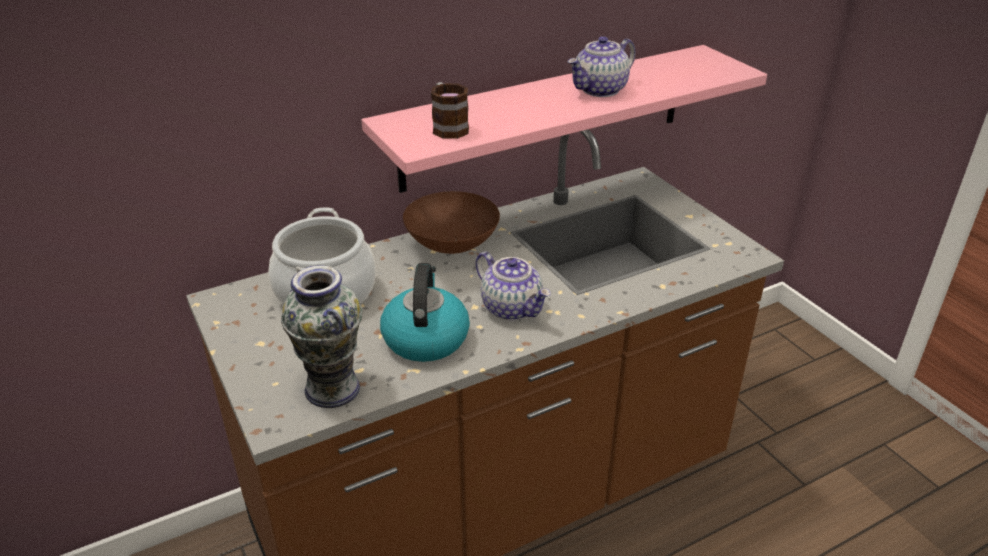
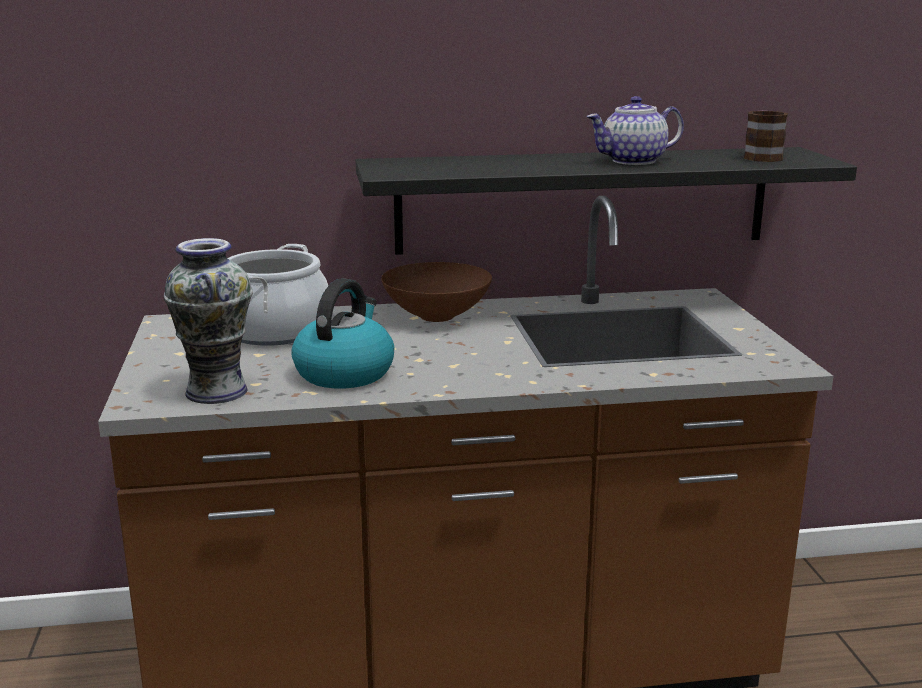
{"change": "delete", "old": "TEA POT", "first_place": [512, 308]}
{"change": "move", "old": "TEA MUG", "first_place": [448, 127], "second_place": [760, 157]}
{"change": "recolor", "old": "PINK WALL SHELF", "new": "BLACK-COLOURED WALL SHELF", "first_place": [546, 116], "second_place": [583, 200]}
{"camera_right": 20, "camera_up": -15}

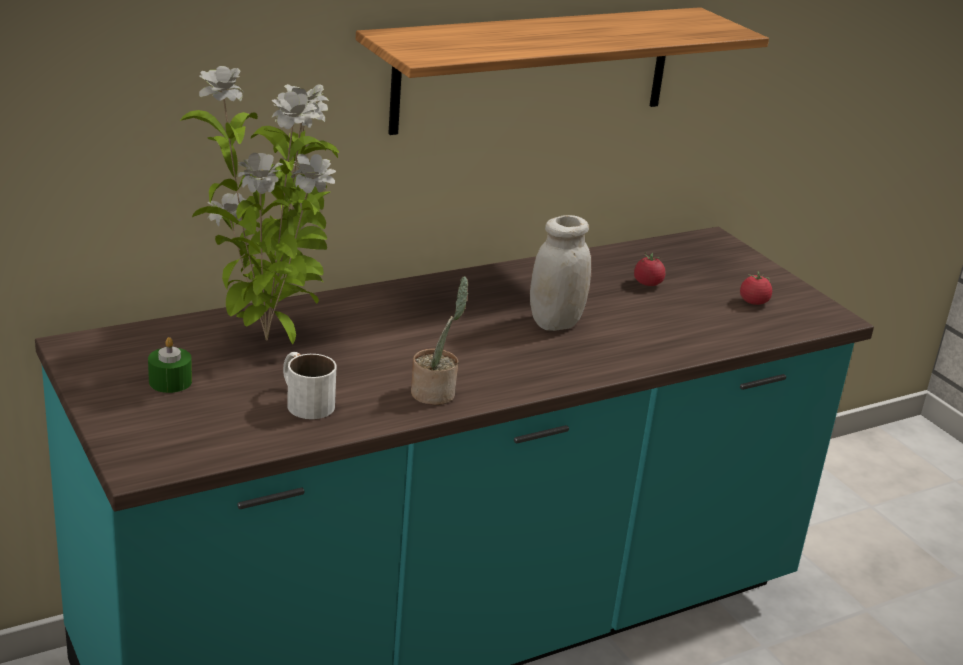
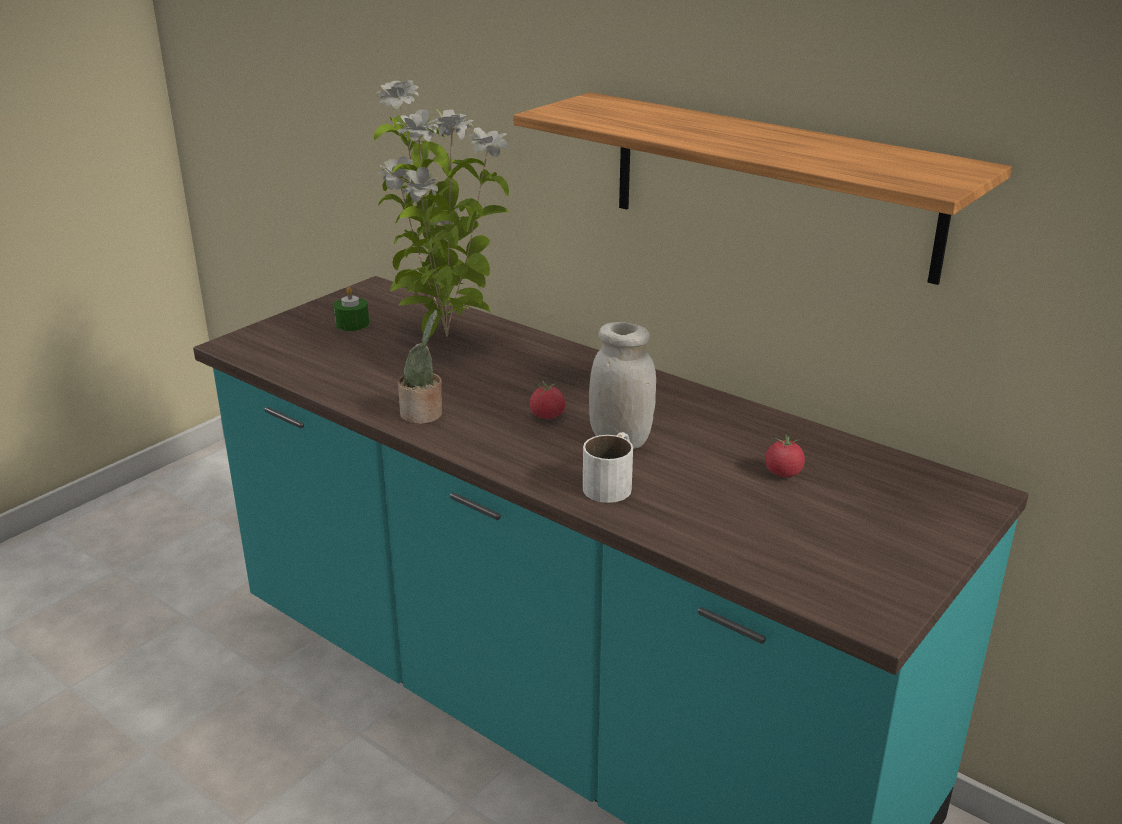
{"change": "move", "old": "WHITISH TEA MUG", "first_place": [304, 400], "second_place": [612, 483]}
{"change": "move", "old": "WHOLE TOMATO", "first_place": [753, 302], "second_place": [547, 416]}
{"camera_right": 70, "camera_up": 0}

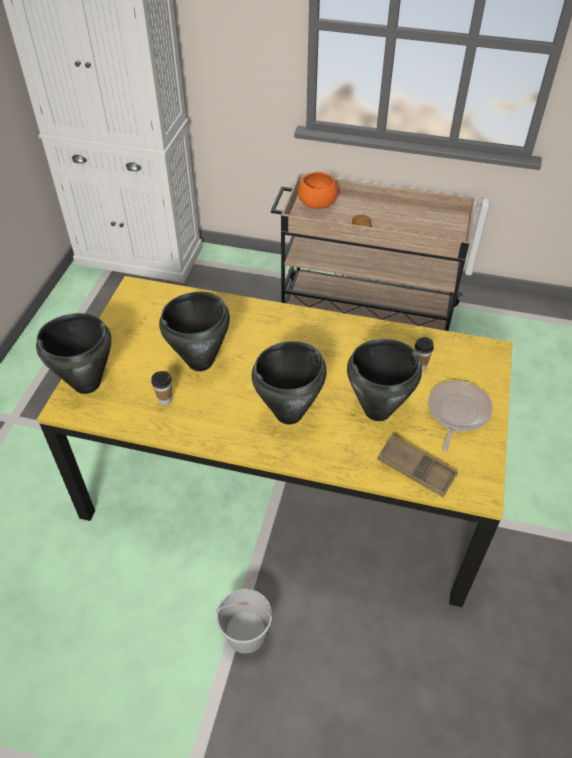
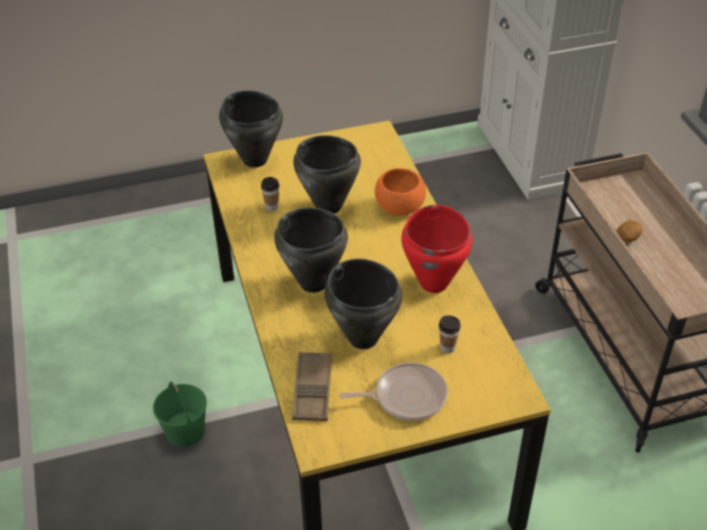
{"change": "insert", "new": "REDDISH STOCKPOT", "second_place": [434, 283]}
{"change": "move", "old": "ORANGEY SERVING BOWL", "first_place": [317, 204], "second_place": [399, 207]}
{"change": "recolor", "old": "WHITISH BUCKET", "new": "GREEN-COLOURED BUCKET", "first_place": [246, 633], "second_place": [186, 431]}
{"camera_right": 60, "camera_up": -5}

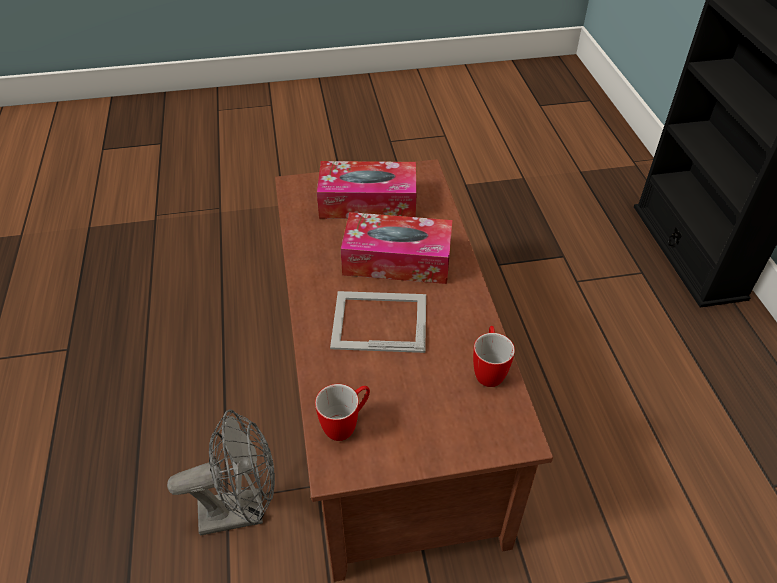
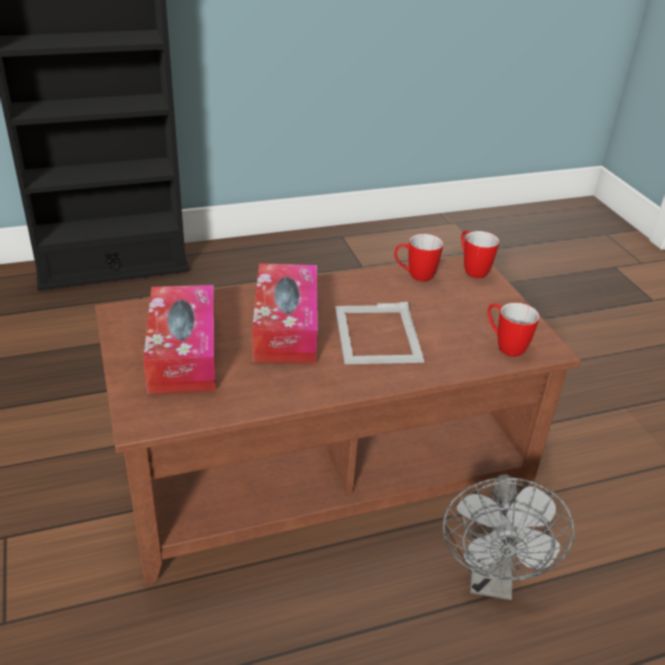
{"change": "insert", "new": "TEA MUG", "second_place": [472, 269]}
{"change": "rotate", "old": "GREY FAN", "first_place": [242, 510], "second_place": [491, 579], "degrees": -150}
{"camera_right": -100, "camera_up": -10}

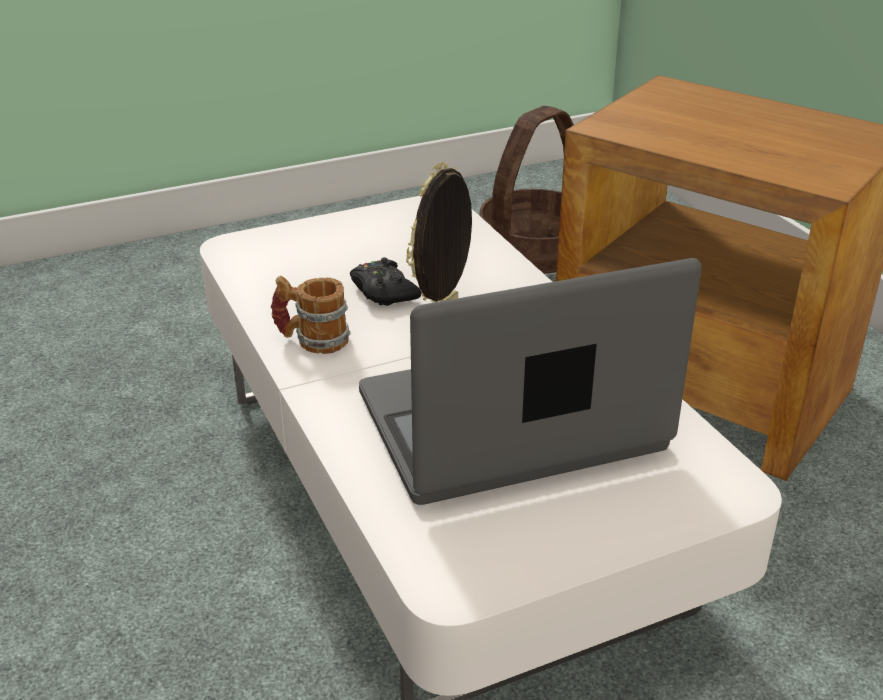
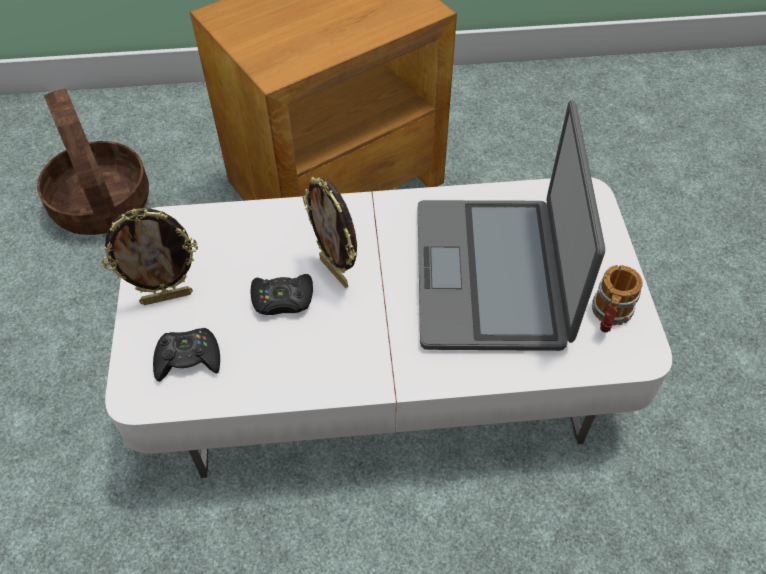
{"change": "insert", "new": "PHOTO FRAME", "second_place": [167, 297]}
{"change": "insert", "new": "BLACK-COLOURED JOYPAD", "second_place": [188, 359]}
{"change": "move", "old": "TEA MUG", "first_place": [312, 340], "second_place": [609, 316]}
{"camera_right": -70, "camera_up": 20}

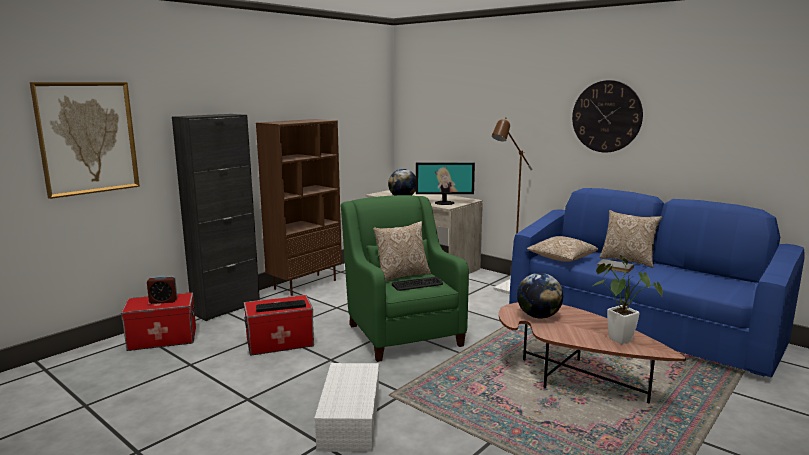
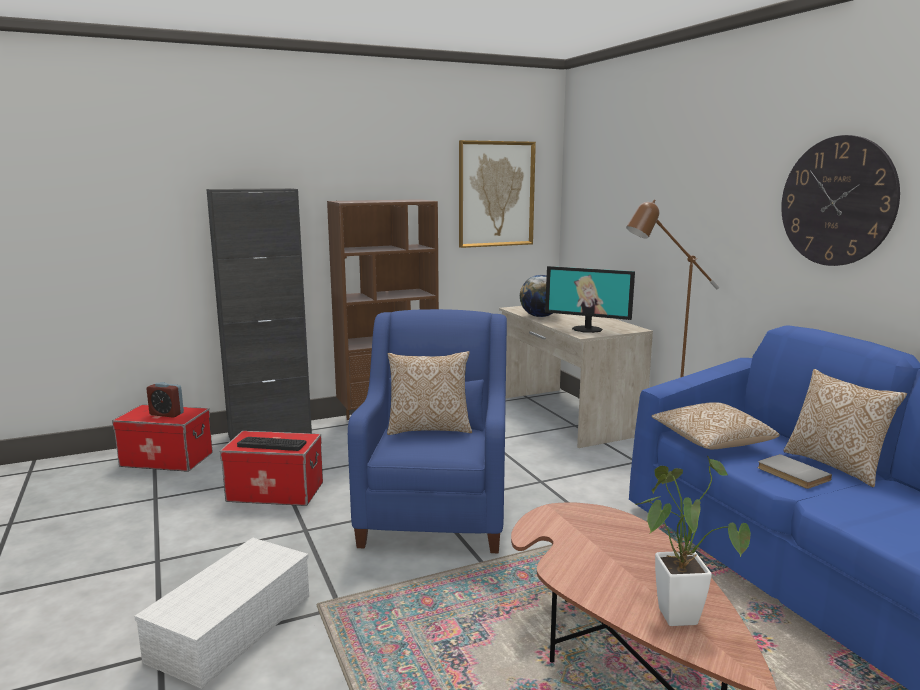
{"change": "delete", "old": "COMPUTER KEYBOARD", "first_place": [417, 284]}
{"change": "delete", "old": "DESK GLOBE", "first_place": [538, 316]}
{"change": "move", "old": "PICTURE", "first_place": [87, 138], "second_place": [496, 194]}
{"change": "recolor", "old": "GREEN-COLOURED ARMCHAIR", "new": "BLUE-COLOURED ARMCHAIR", "first_place": [402, 332], "second_place": [436, 510]}
{"camera_right": 25, "camera_up": 0}

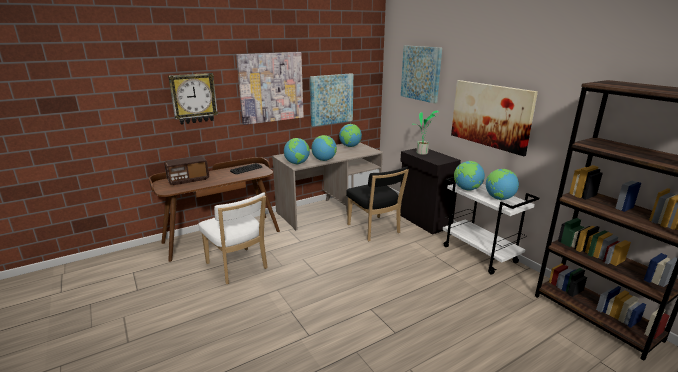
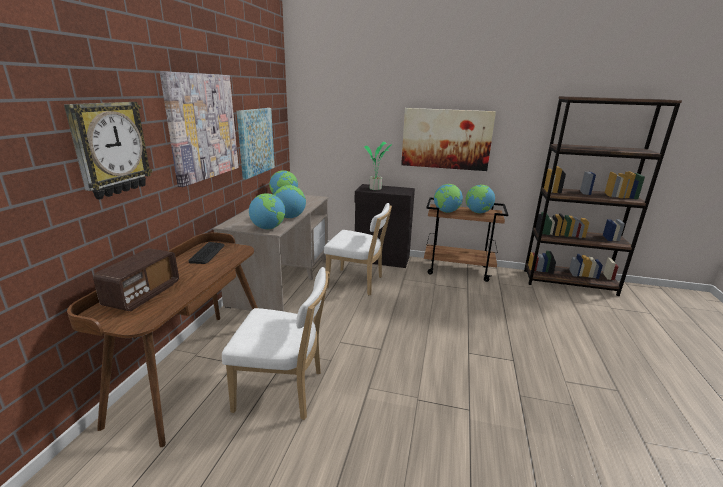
{"change": "delete", "old": "PICTURE", "first_place": [421, 73]}
{"change": "recolor", "old": "BLACK-COLOURED UPRIGHT CHAIR", "new": "WHITISH UPRIGHT CHAIR", "first_place": [374, 230], "second_place": [357, 283]}
{"change": "recolor", "old": "WHITISH TROLLEY", "new": "BROWN TROLLEY", "first_place": [480, 254], "second_place": [458, 270]}
{"camera_right": -45, "camera_up": 0}

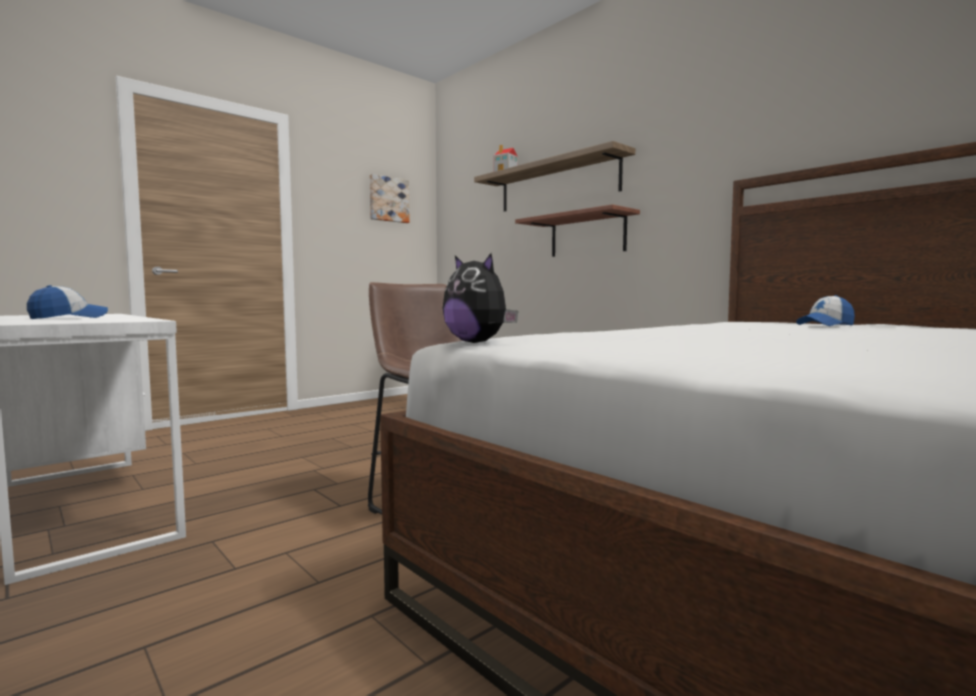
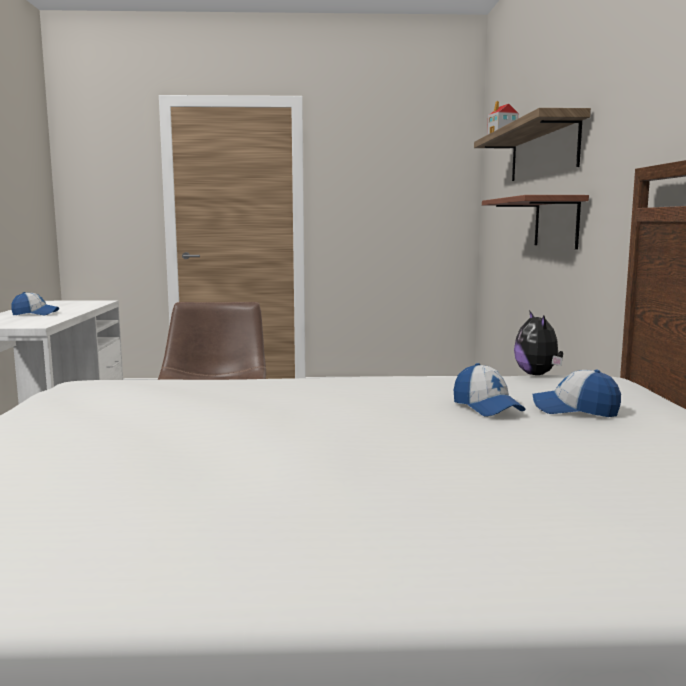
{"change": "delete", "old": "PICTURE", "first_place": [388, 199]}
{"change": "insert", "new": "PEAKED CAP", "second_place": [487, 407]}
{"change": "move", "old": "PLUSH TOY", "first_place": [477, 342], "second_place": [538, 374]}
{"camera_right": 40, "camera_up": 5}

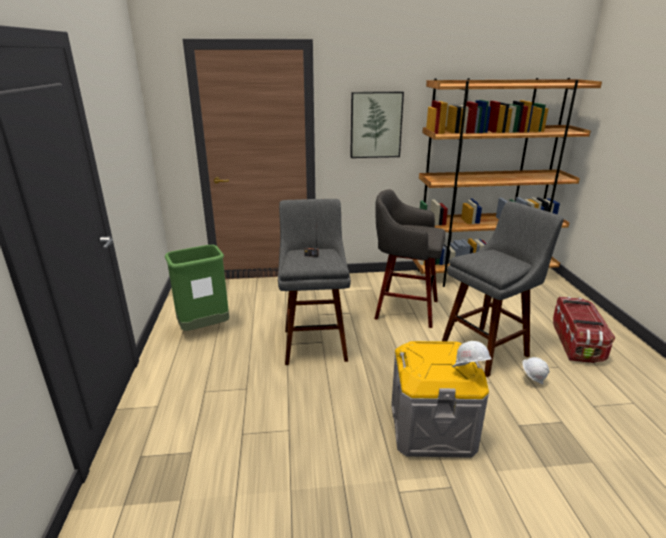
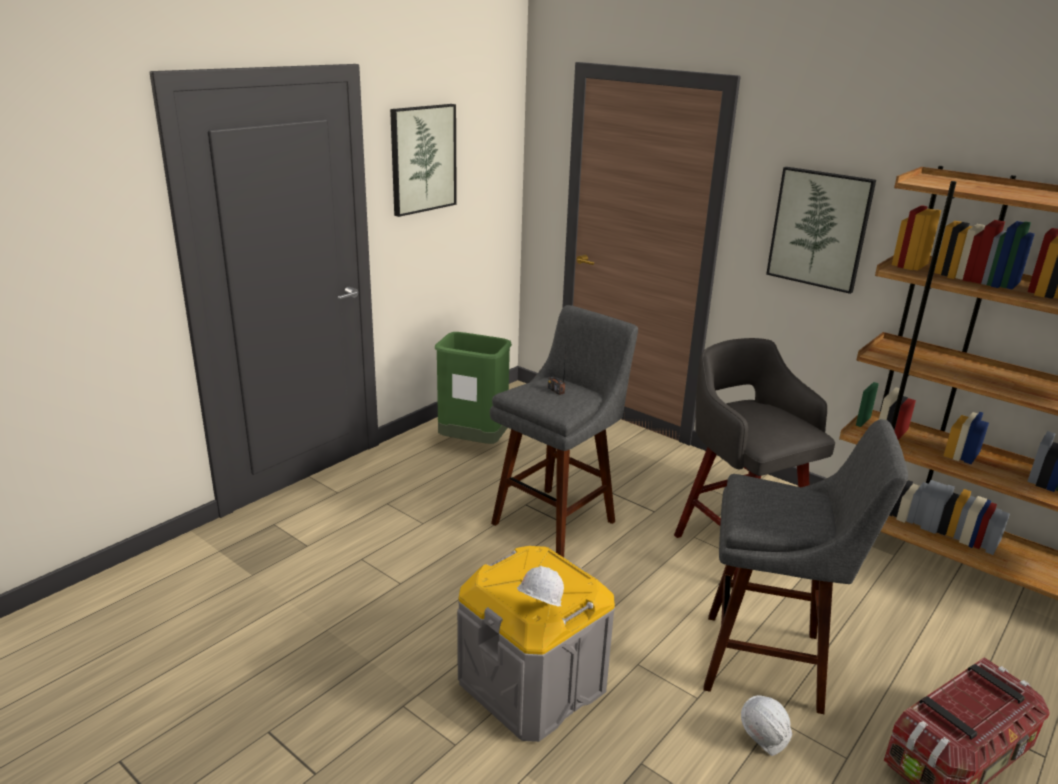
{"change": "insert", "new": "PICTURE", "second_place": [422, 159]}
{"camera_right": 45, "camera_up": 0}

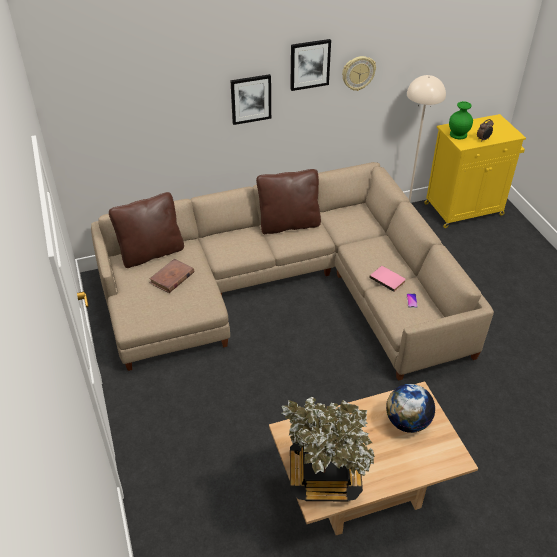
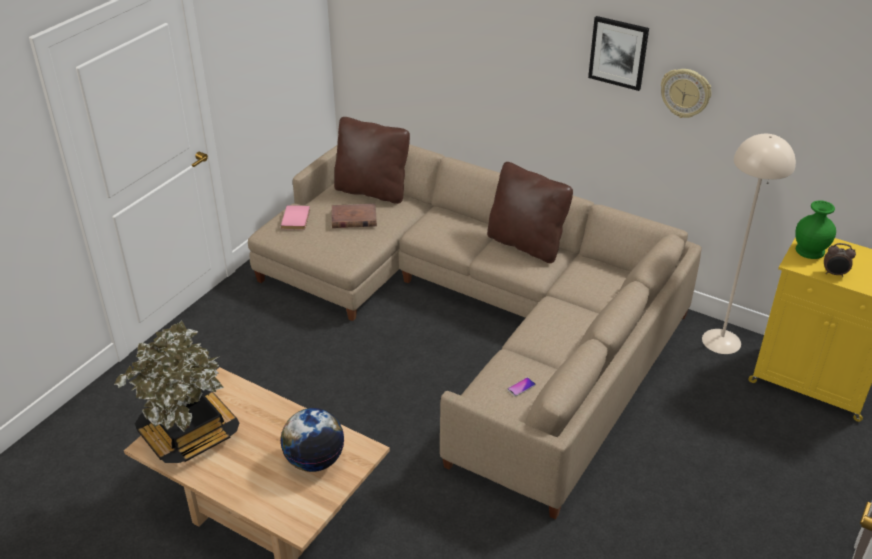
{"change": "delete", "old": "PICTURE", "first_place": [251, 99]}
{"change": "move", "old": "PINK BOOK", "first_place": [388, 279], "second_place": [297, 219]}
{"camera_right": 50, "camera_up": -5}

